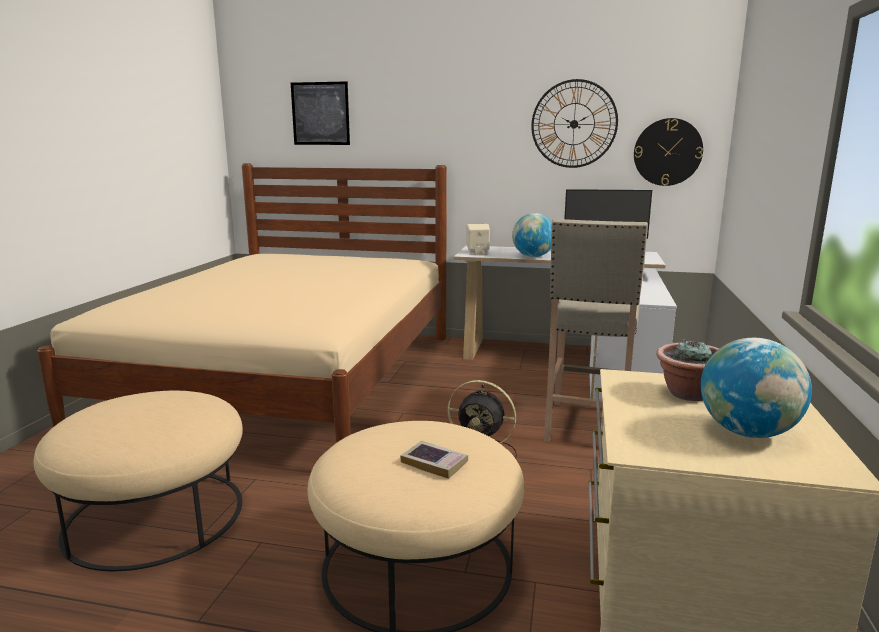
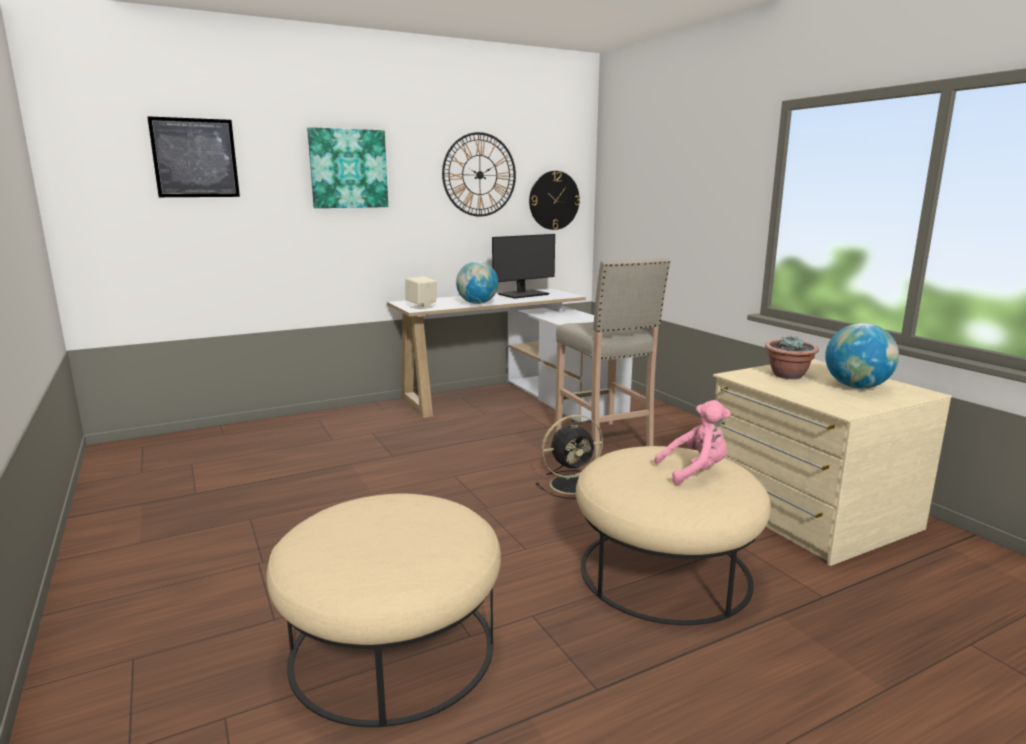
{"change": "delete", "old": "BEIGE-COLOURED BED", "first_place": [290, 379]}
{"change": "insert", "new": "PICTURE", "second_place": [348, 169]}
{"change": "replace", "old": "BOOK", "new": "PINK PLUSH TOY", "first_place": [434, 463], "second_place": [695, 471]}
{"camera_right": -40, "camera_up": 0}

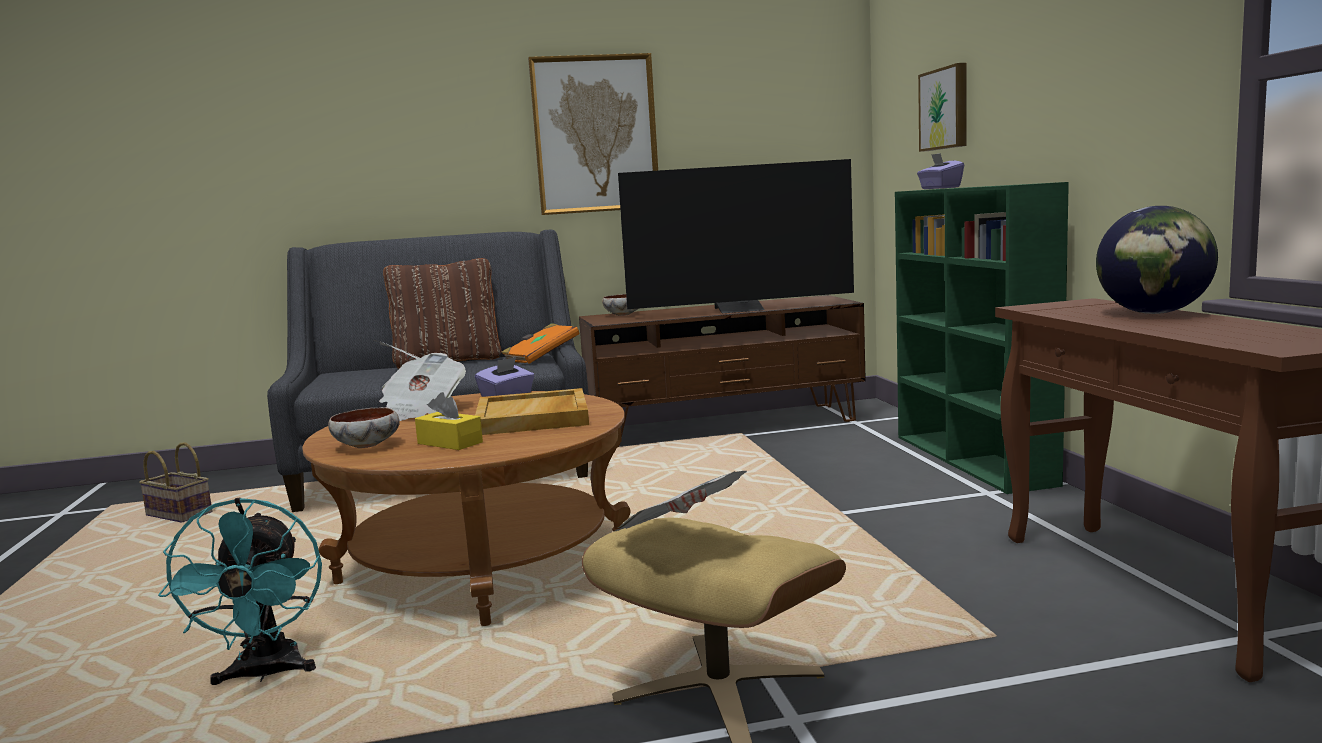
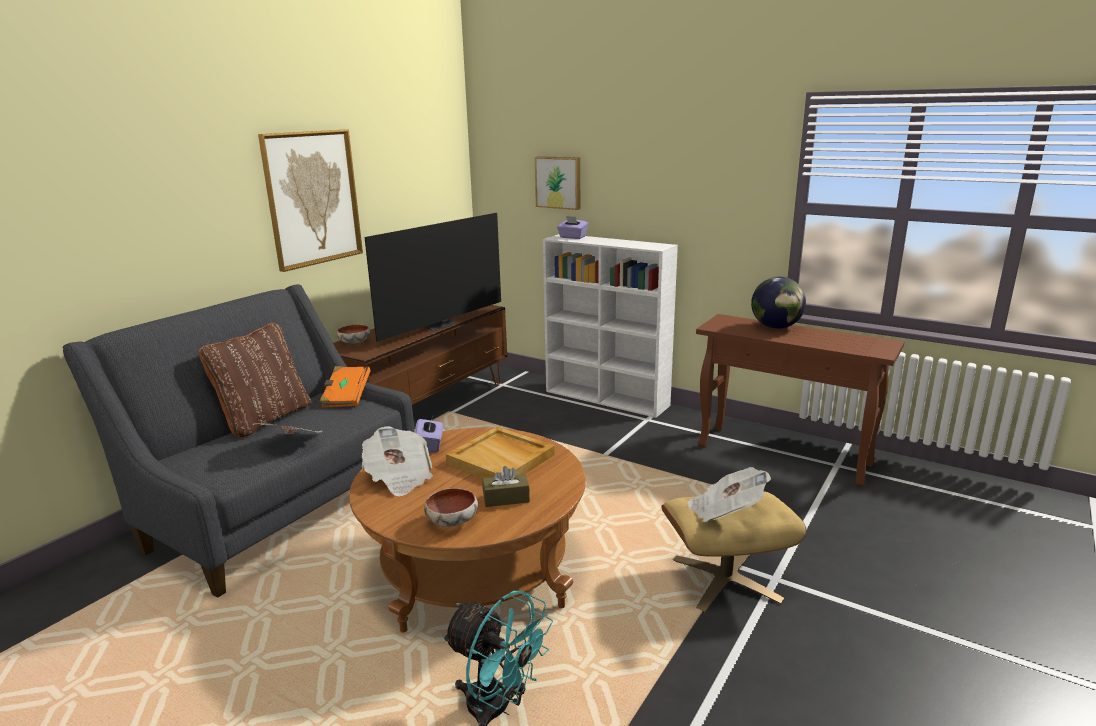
{"change": "delete", "old": "HOUSEHOLD BASKET", "first_place": [177, 515]}
{"change": "recolor", "old": "YELLOW-COLOURED TISSUE HOLDER", "new": "BROWN TISSUE HOLDER", "first_place": [450, 443], "second_place": [506, 498]}
{"change": "recolor", "old": "GREEN-COLOURED SHELVING UNIT", "new": "WHITISH SHELVING UNIT", "first_place": [973, 460], "second_place": [607, 398]}
{"camera_right": -45, "camera_up": 10}

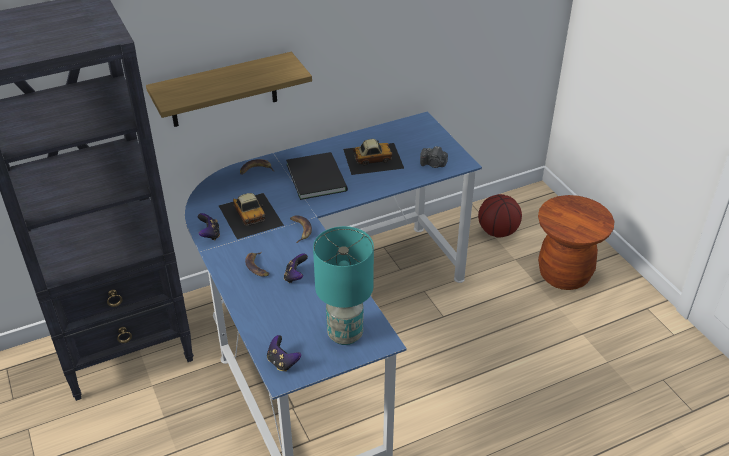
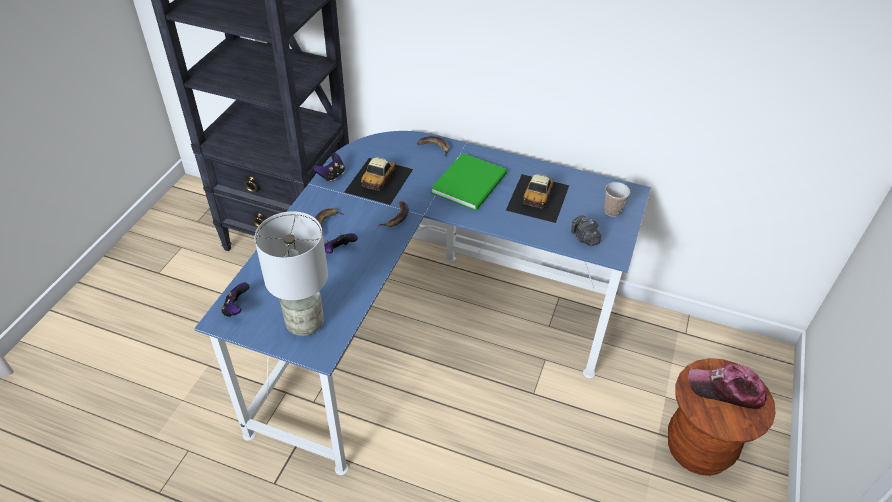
{"change": "delete", "old": "WALL SHELF", "first_place": [223, 90]}
{"change": "delete", "old": "BASKETBALL", "first_place": [497, 232]}
{"change": "insert", "new": "DRINKING CUP", "second_place": [612, 211]}
{"change": "insert", "new": "PEAKED CAP", "second_place": [726, 390]}
{"change": "recolor", "old": "BLACK-COLOURED BOOK", "new": "GREEN-COLOURED BOOK", "first_place": [317, 176], "second_place": [472, 183]}
{"change": "recolor", "old": "BLUE-GREEN TABLETOP LAMP", "new": "GREY TABLETOP LAMP", "first_place": [345, 333], "second_place": [306, 324]}
{"change": "rotate", "old": "TOY CAR", "first_place": [372, 158], "second_place": [538, 197], "degrees": 75}
{"camera_right": 45, "camera_up": 5}

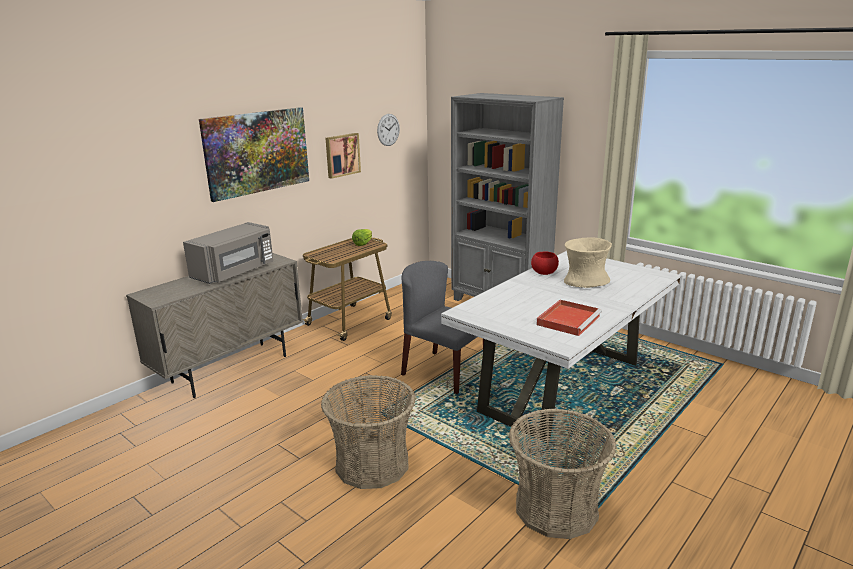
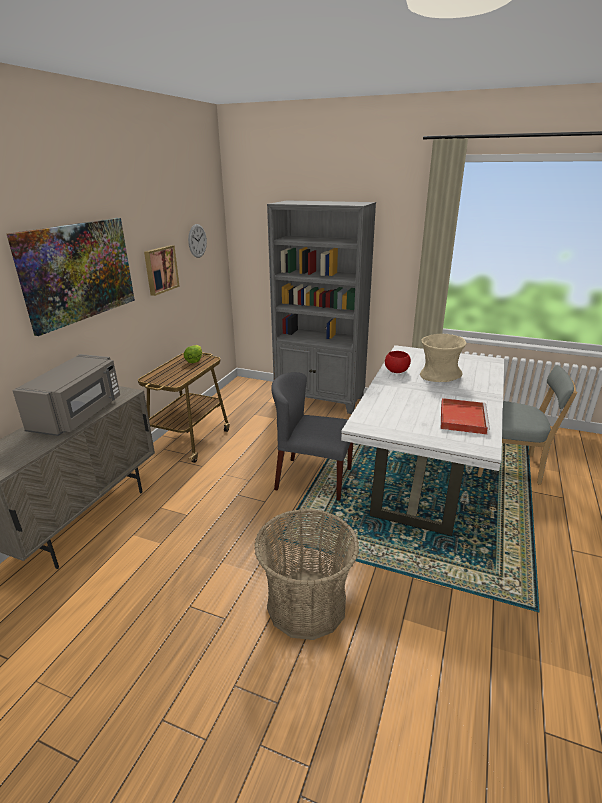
{"change": "delete", "old": "HOUSEHOLD BASKET", "first_place": [556, 508]}
{"change": "insert", "new": "GREY UPRIGHT CHAIR", "second_place": [509, 466]}
{"camera_right": -20, "camera_up": 5}

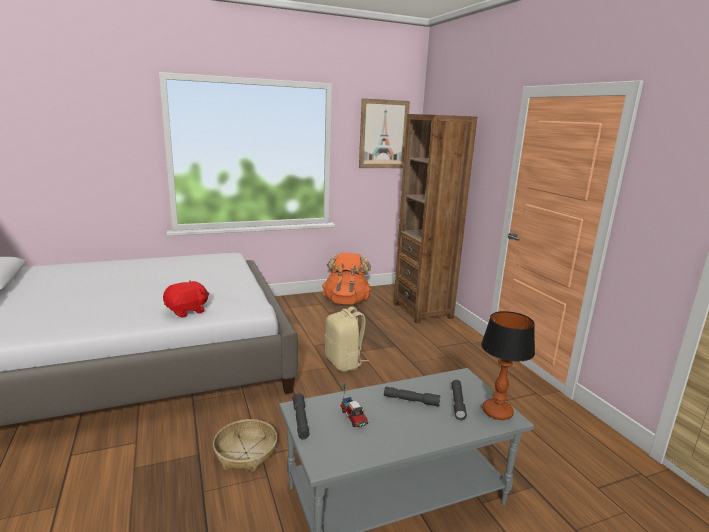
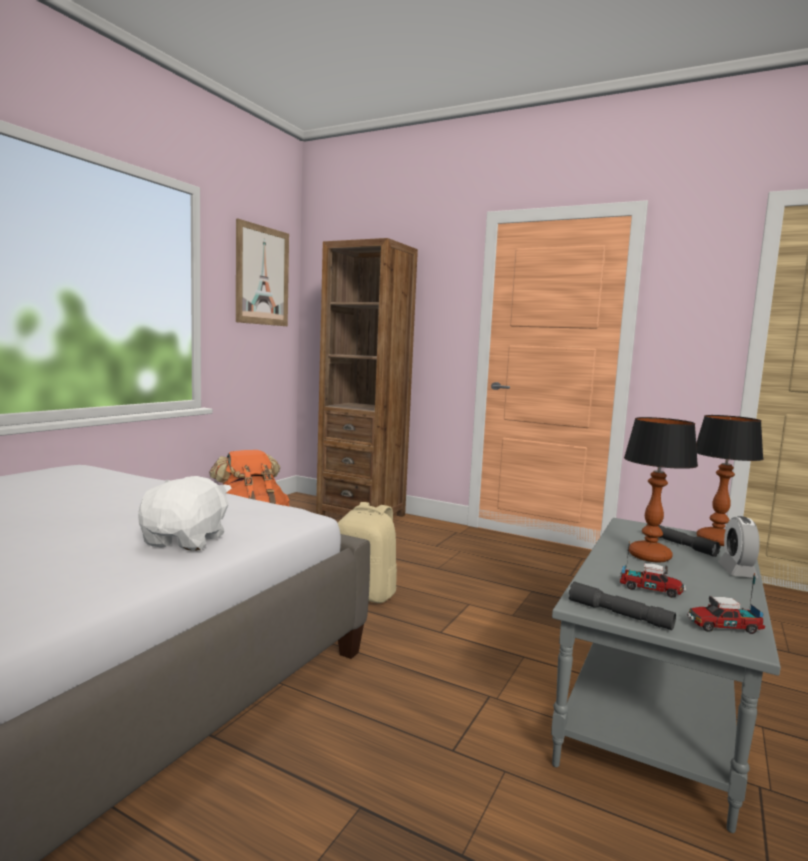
{"change": "delete", "old": "HOUSEHOLD BASKET", "first_place": [246, 452]}
{"change": "insert", "new": "TOY TRUCK", "second_place": [723, 627]}
{"change": "insert", "new": "ALARM CLOCK", "second_place": [737, 571]}
{"change": "replace", "old": "GREY HAND TORCH", "new": "TABLETOP LAMP", "first_place": [411, 400], "second_place": [648, 556]}
{"change": "recolor", "old": "REDDISH PLUSH TOY", "new": "WHITISH PLUSH TOY", "first_place": [187, 311], "second_place": [186, 541]}
{"camera_right": -40, "camera_up": -10}

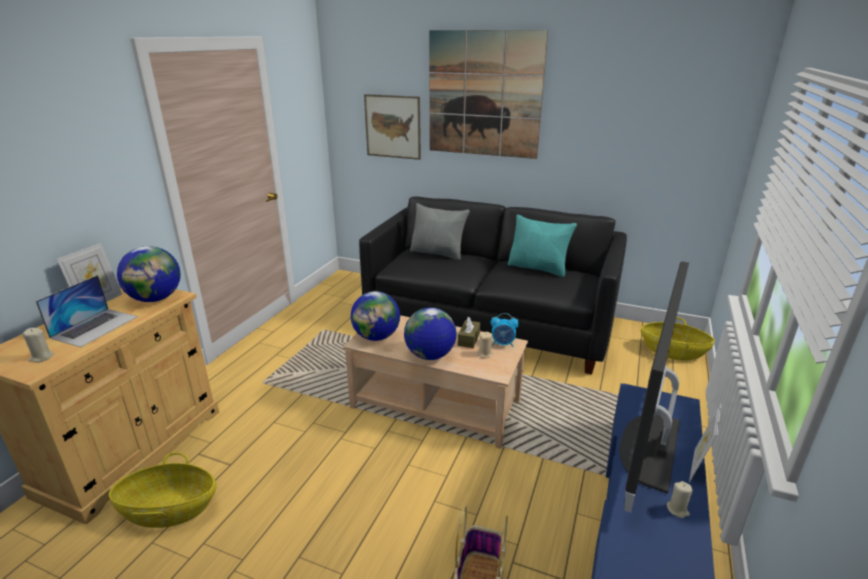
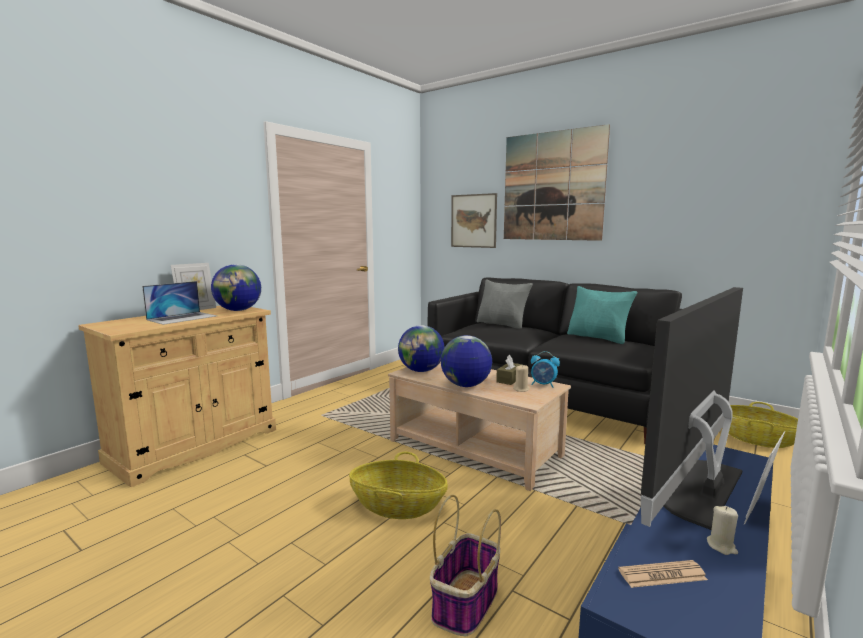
{"change": "delete", "old": "BEIGE-COLOURED WAX LIGHT", "first_place": [41, 357]}
{"change": "insert", "new": "NEWSPAPER", "second_place": [662, 575]}
{"change": "move", "old": "HOUSEHOLD BASKET", "first_place": [170, 510], "second_place": [398, 506]}
{"camera_right": 15, "camera_up": -15}

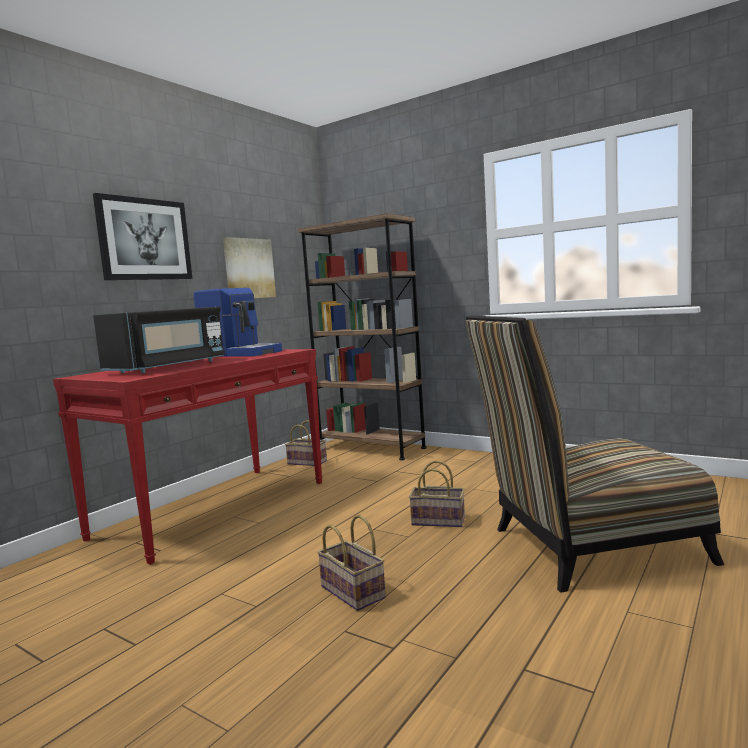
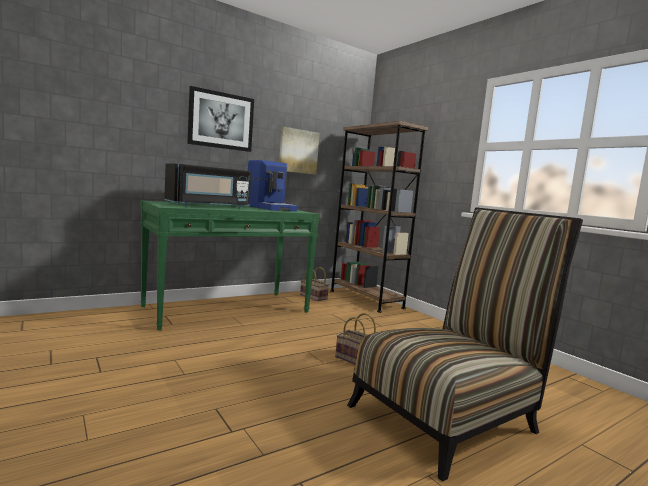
{"change": "delete", "old": "HOUSEHOLD BASKET", "first_place": [354, 592]}
{"change": "recolor", "old": "REDDISH HALL TABLE", "new": "GREEN-COLOURED HALL TABLE", "first_place": [215, 508], "second_place": [228, 309]}
{"change": "rotate", "old": "UPRIGHT CHAIR", "first_place": [586, 547], "second_place": [449, 415], "degrees": 135}
{"camera_right": 20, "camera_up": 0}

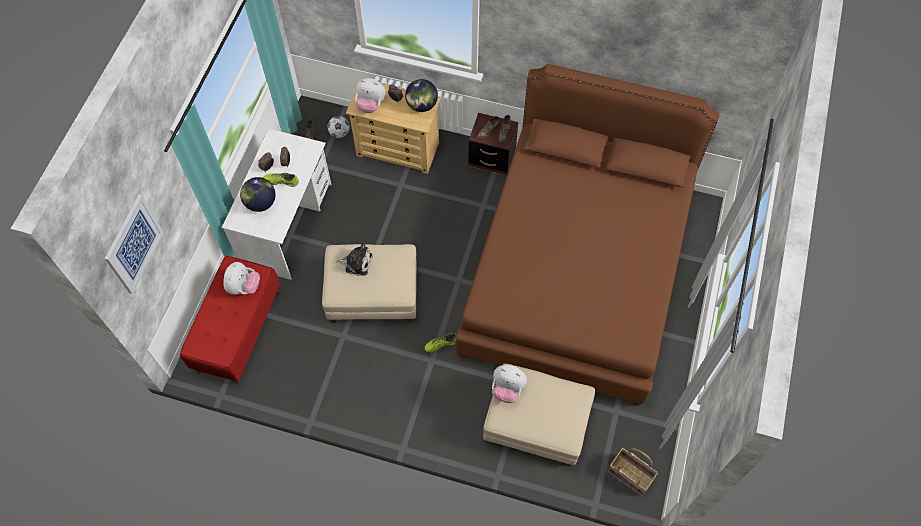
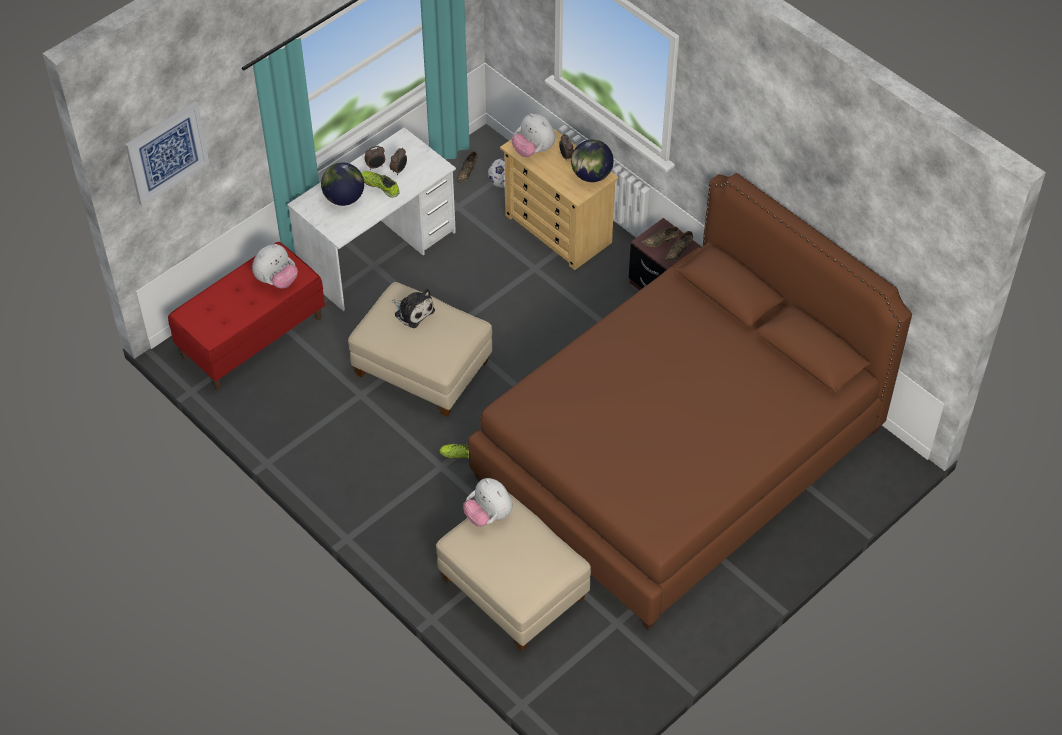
{"change": "delete", "old": "HOUSEHOLD BASKET", "first_place": [630, 475]}
{"camera_right": 30, "camera_up": -10}

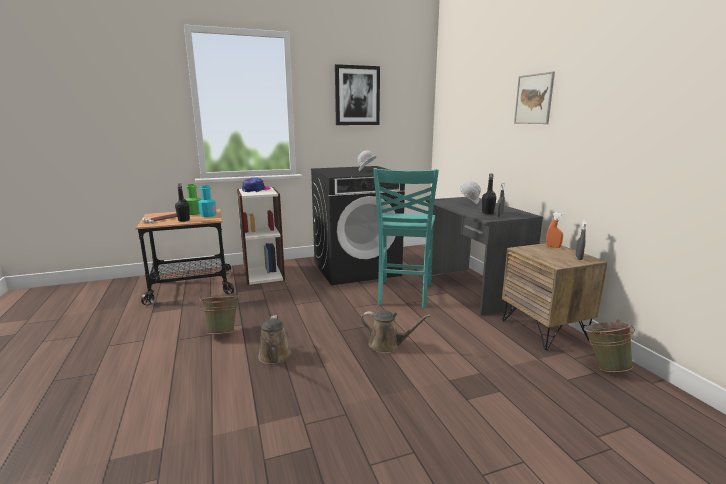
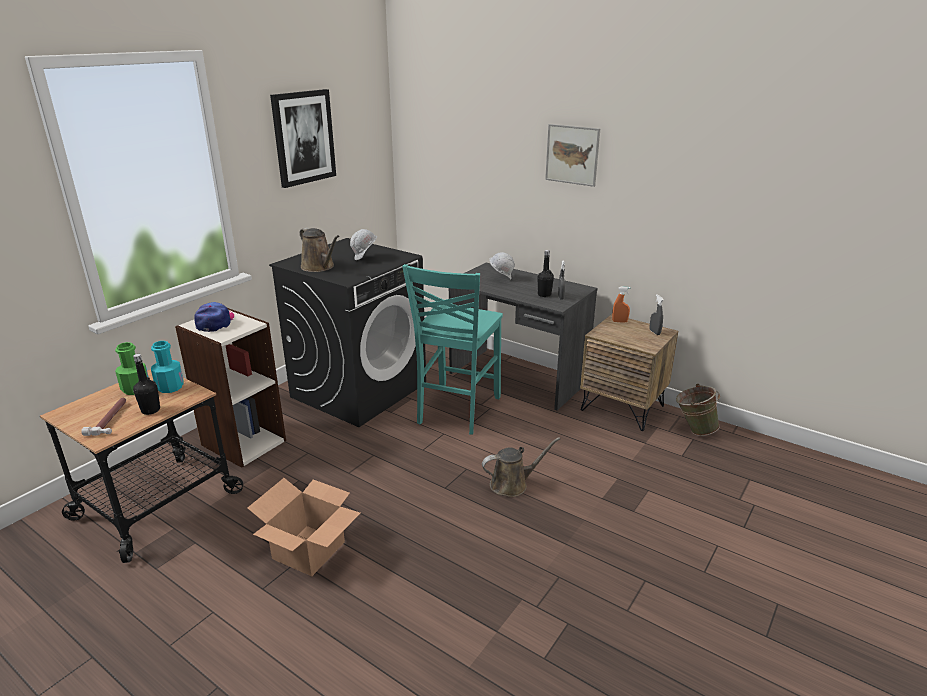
{"change": "move", "old": "BROWN SPRINKLING CAN", "first_place": [274, 357], "second_place": [319, 267]}
{"change": "replace", "old": "GREEN-COLOURED BUCKET", "new": "CARDBOARD BOX", "first_place": [223, 331], "second_place": [309, 549]}
{"change": "rotate", "old": "BLUE-GREEN UPRIGHT CHAIR", "first_place": [403, 294], "second_place": [456, 411], "degrees": 45}
{"camera_right": -35, "camera_up": 10}

